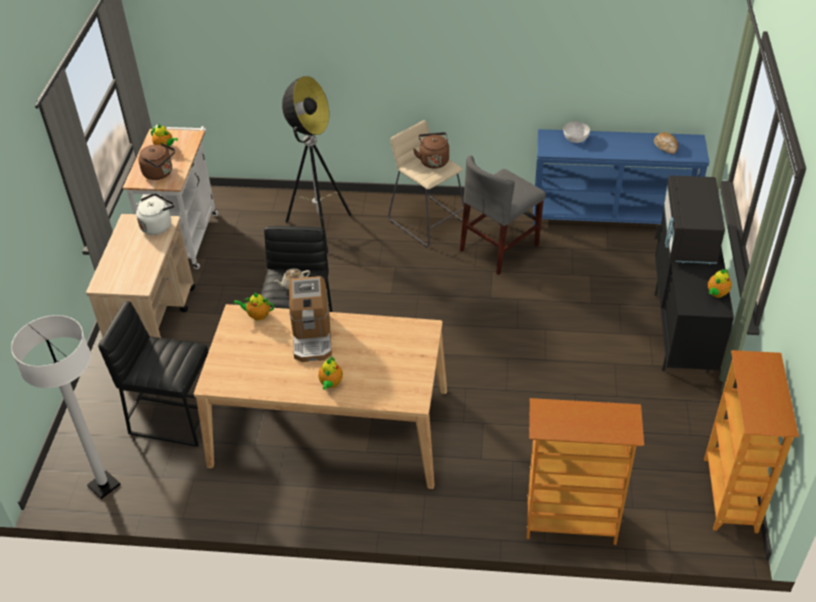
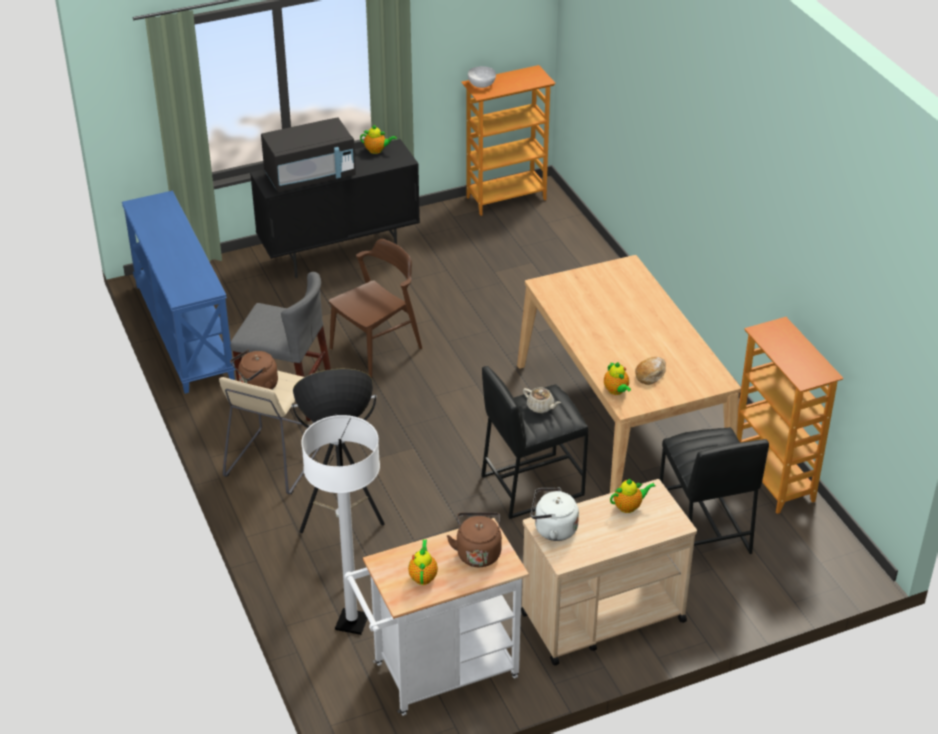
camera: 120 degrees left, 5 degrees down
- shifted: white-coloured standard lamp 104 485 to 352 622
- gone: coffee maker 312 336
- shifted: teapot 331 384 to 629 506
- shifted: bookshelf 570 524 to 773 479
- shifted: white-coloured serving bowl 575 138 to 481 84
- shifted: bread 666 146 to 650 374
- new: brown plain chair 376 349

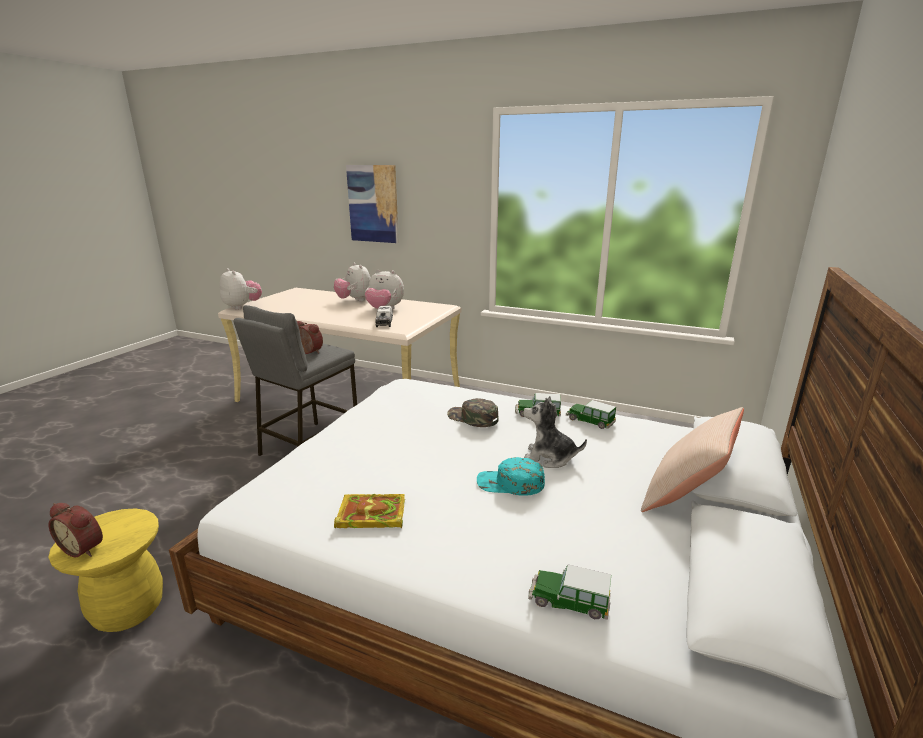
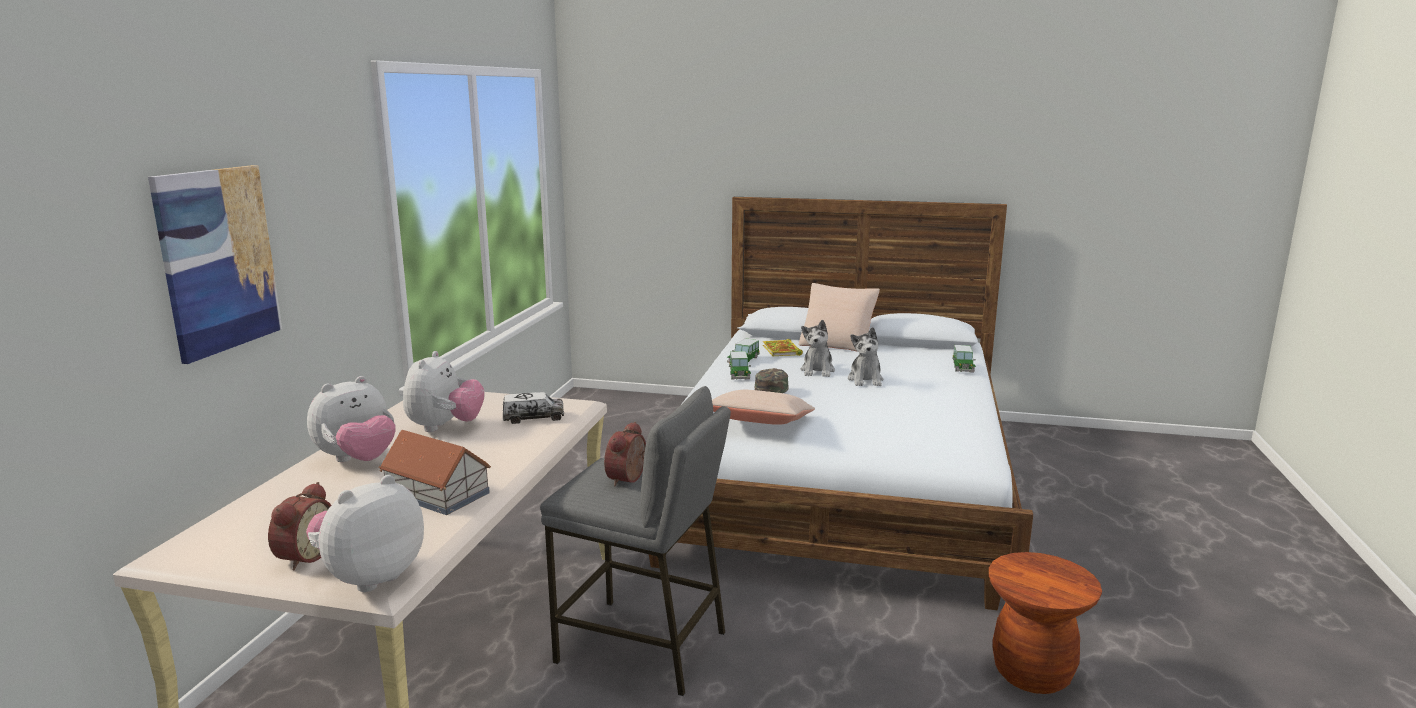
camera: 100 degrees left, 5 degrees down
- shifted: alarm clock 85 547 to 303 556
- repainted: yellowish stool 128 609 to brown stool 1032 673
- shifted: bound book 370 515 to 782 351
- swapped: turquoise peaked cap 510 483 to soft toy 865 380
- new: model house 437 493
- new: beige cushion 760 424

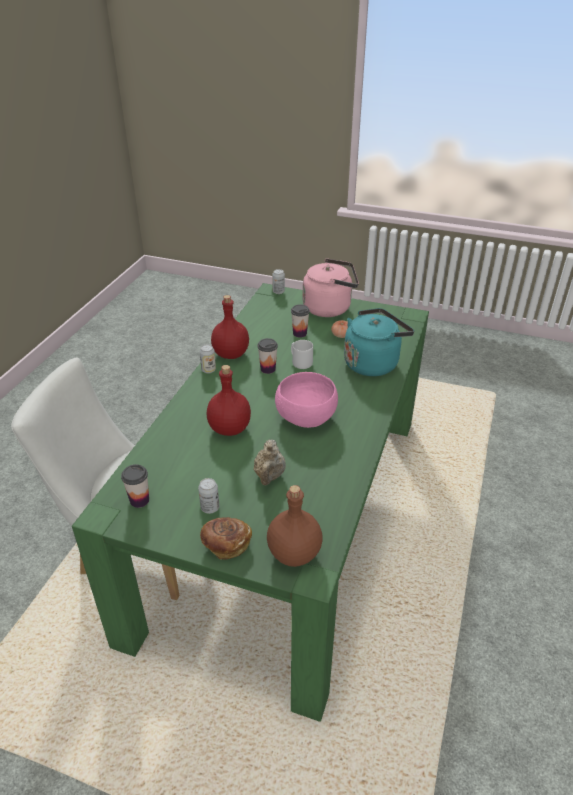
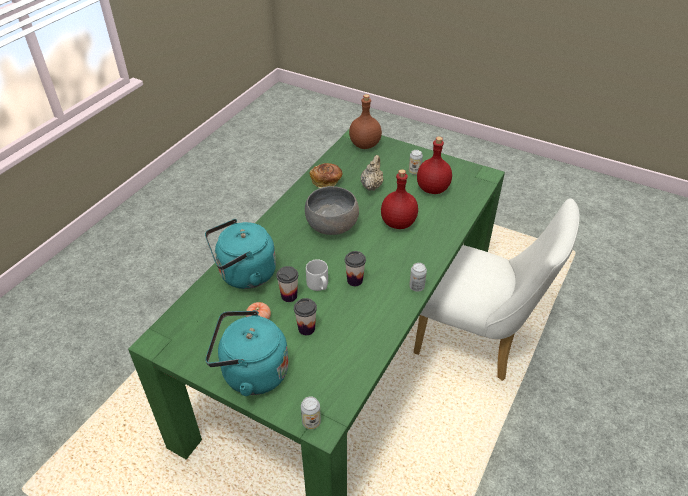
camera: 170 degrees left, 5 degrees up
- shifted: drinking cup 139 500 to 289 296
- shifted: bread 226 544 to 326 181
- shifted: reddish beverage bottle 230 354 to 433 189
- repainted: pink serving bowl 305 417 to grey serving bowl 332 226
- repainted: pink water kettle 330 308 to turquoise water kettle 251 373

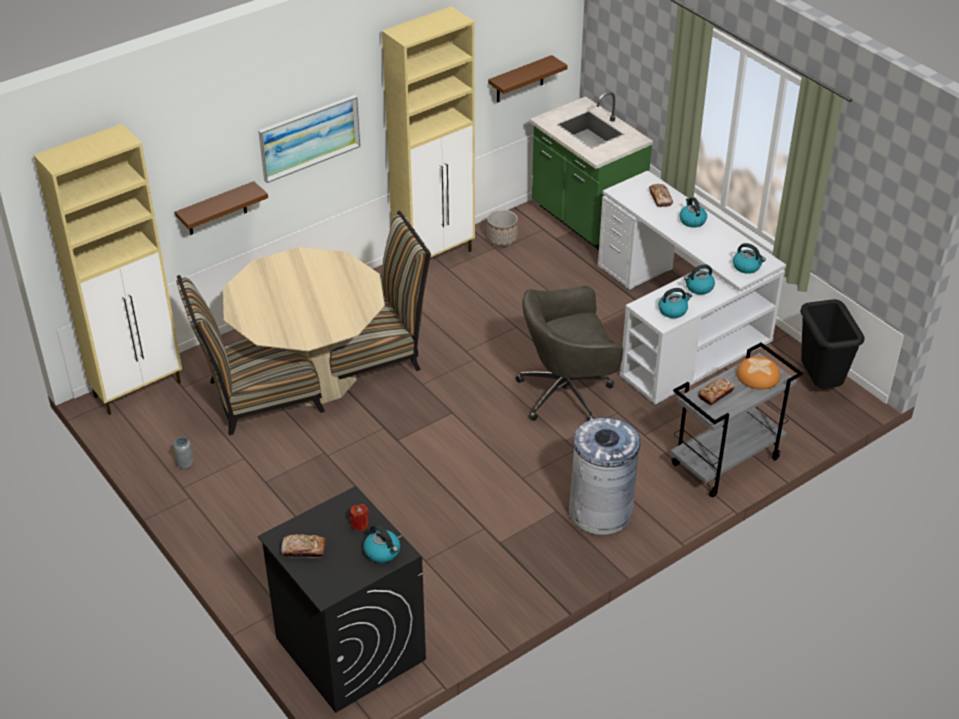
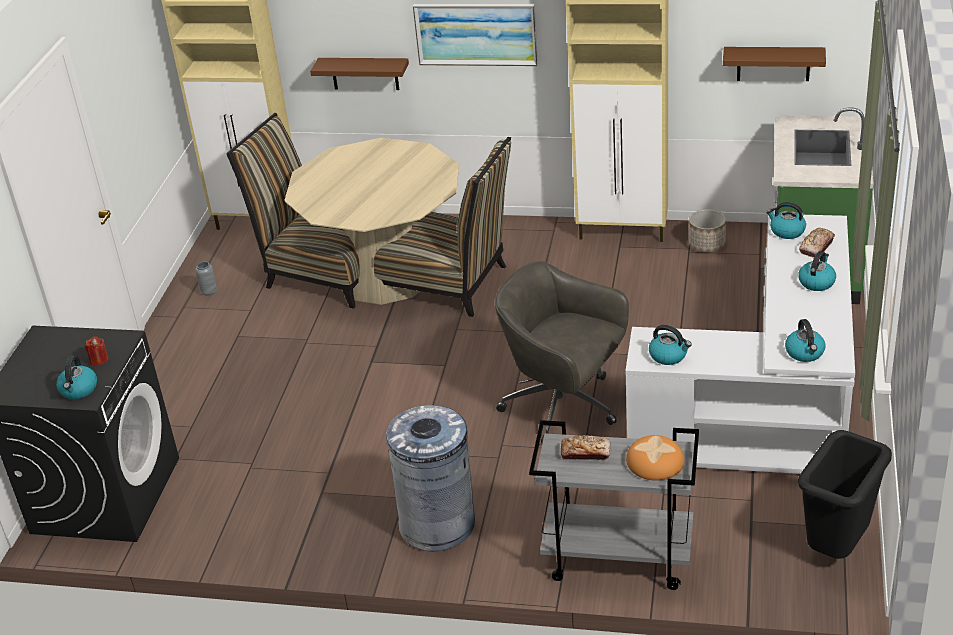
camera: 50 degrees right, 5 degrees down
- gone: bread 304 550
- shifted: water kettle 699 287 to 786 231

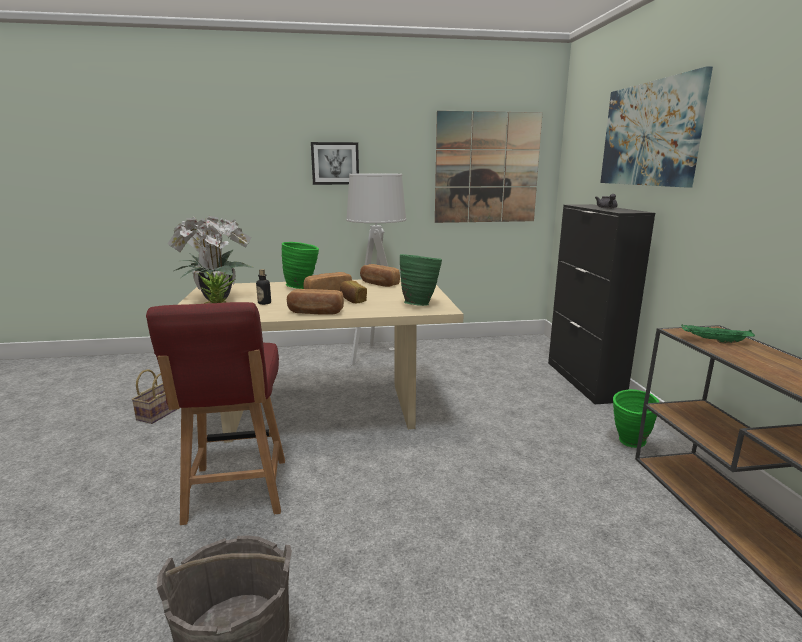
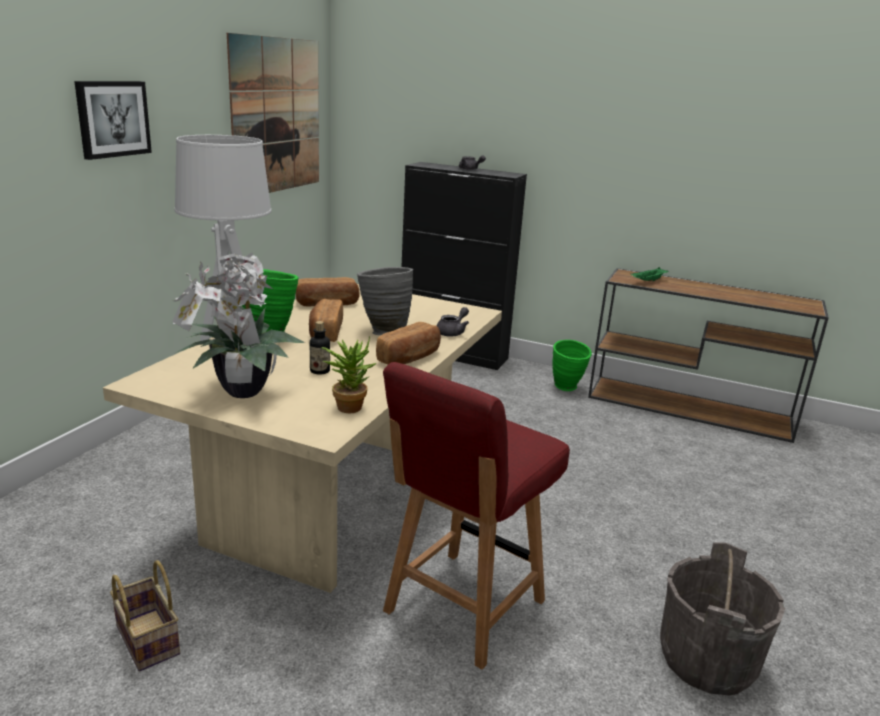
camera: 60 degrees left, 5 degrees up
- rotated: reddish plain chair 236 491 = 462 608 105 degrees clockwise
- swapped: bread 352 300 to grey decorative vase 383 331
- gone: green-coloured decorative vase 420 304
- gone: wall picture 649 134
- new: grey teapot 452 332

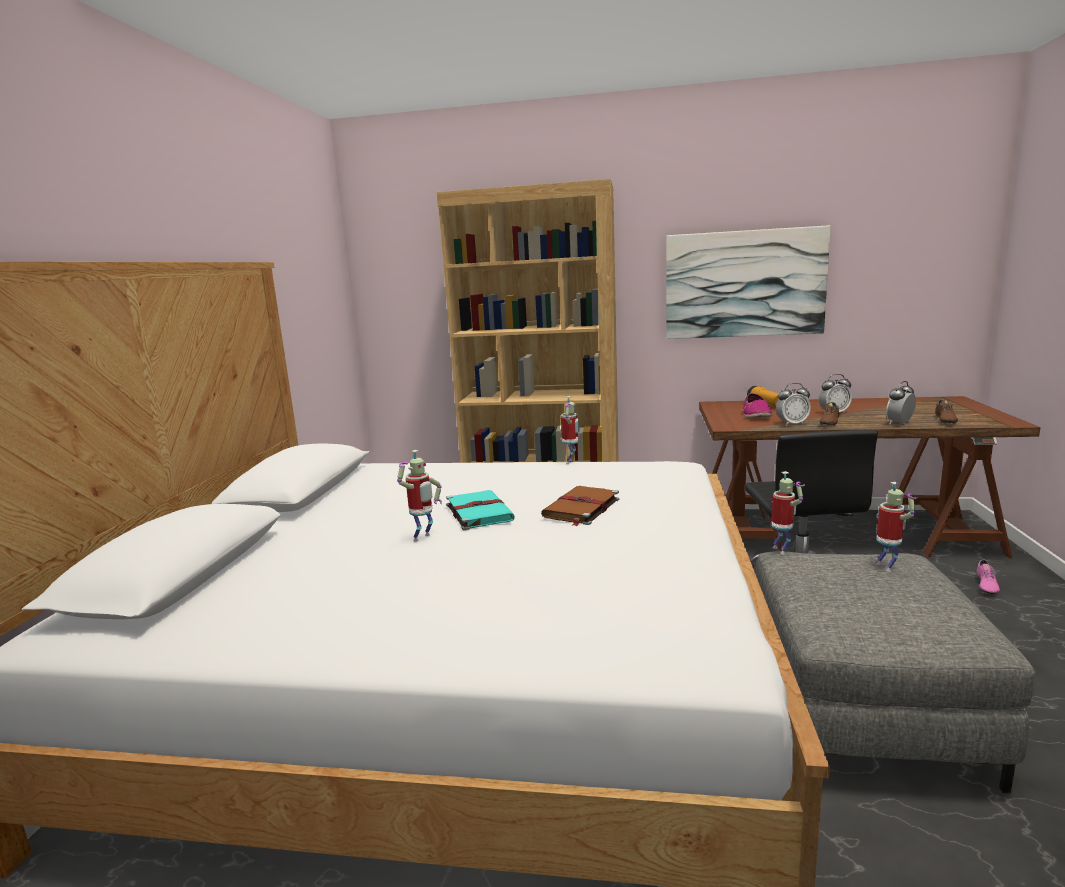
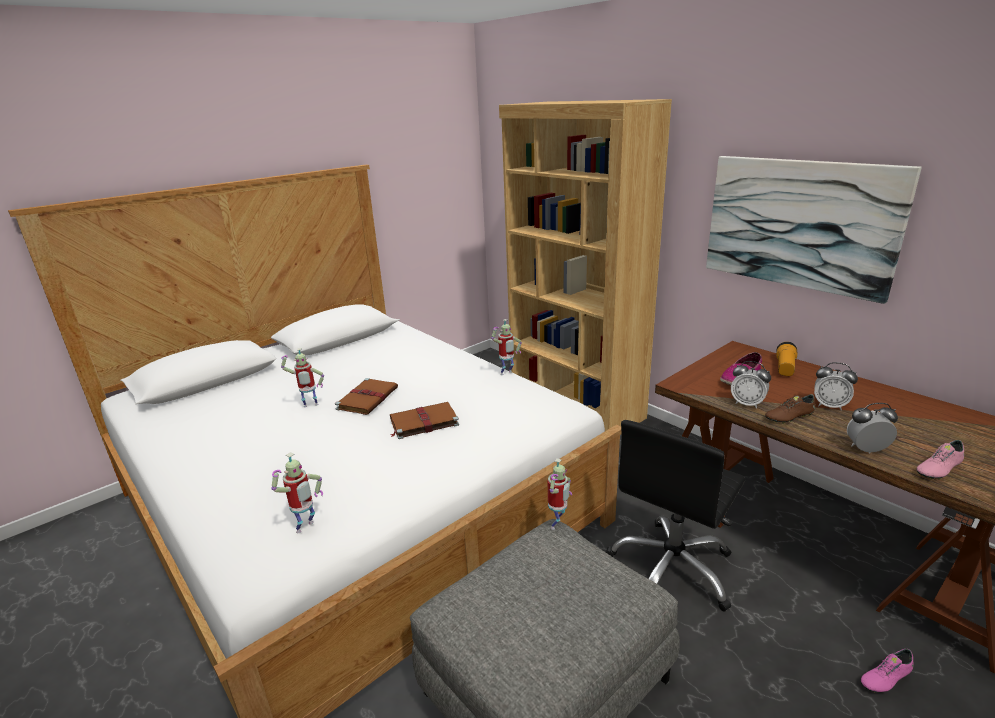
camera: 40 degrees right, 10 degrees up
- repainted: turquoise bound book 478 512 to brown bound book 368 398
- shifted: model robot 887 567 to 306 528
- repainted: brown item of footwear 945 420 to pink item of footwear 938 469

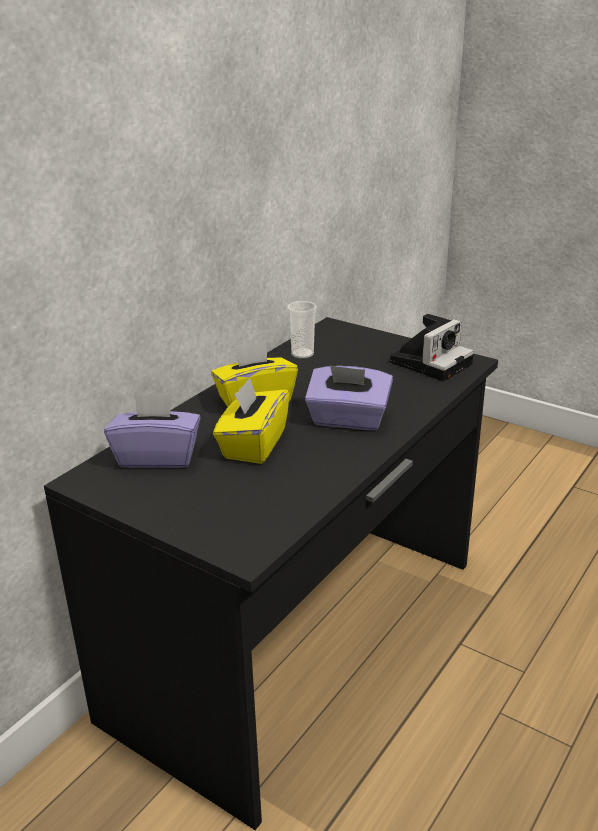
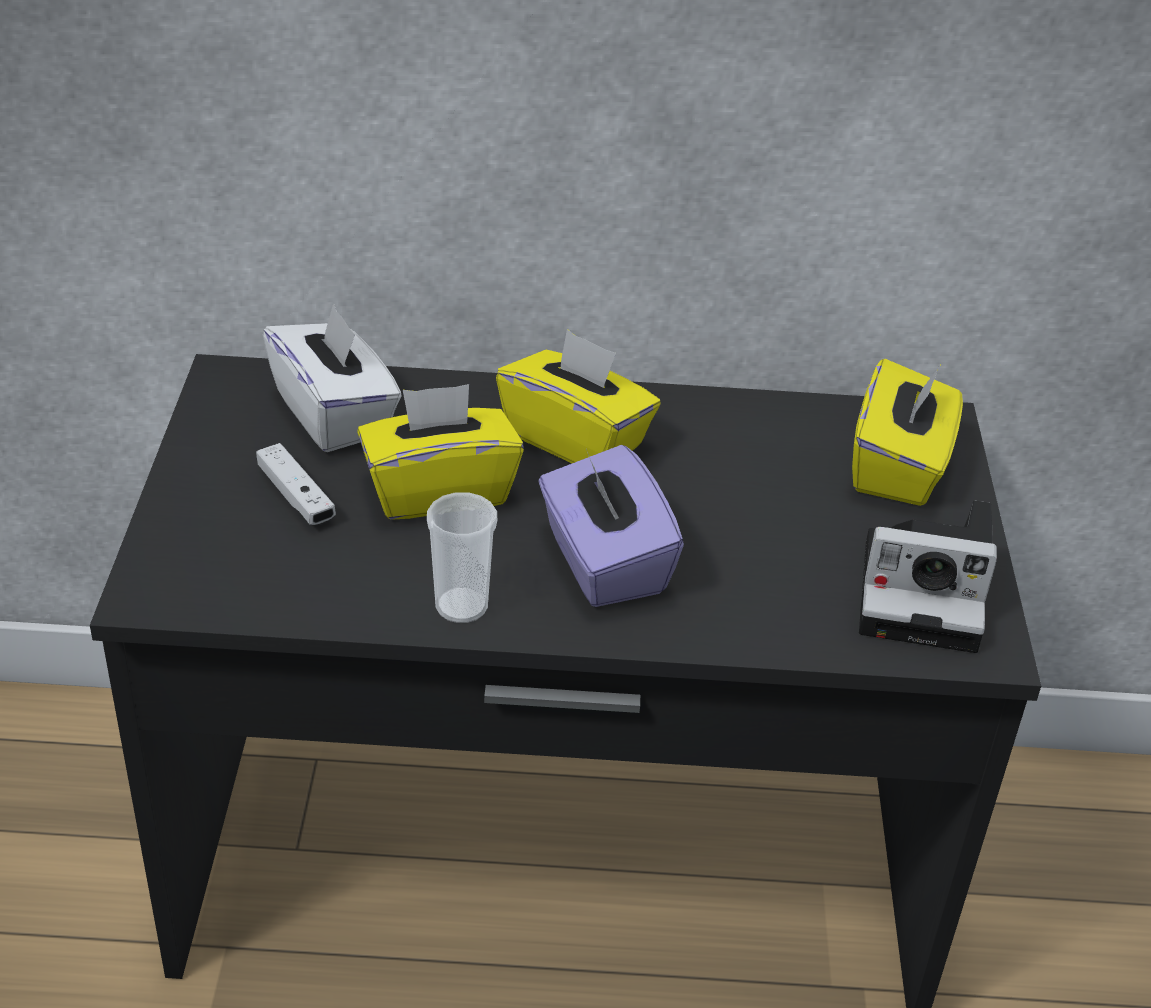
camera: 55 degrees right, 10 degrees up
- repainted: purplish box of tissues 157 456 to white-coloured box of tissues 335 415
- shifted: drinking cup 302 354 to 461 606
- new: white-coloured game controller 296 496
- new: yellowish box of tissues 899 467

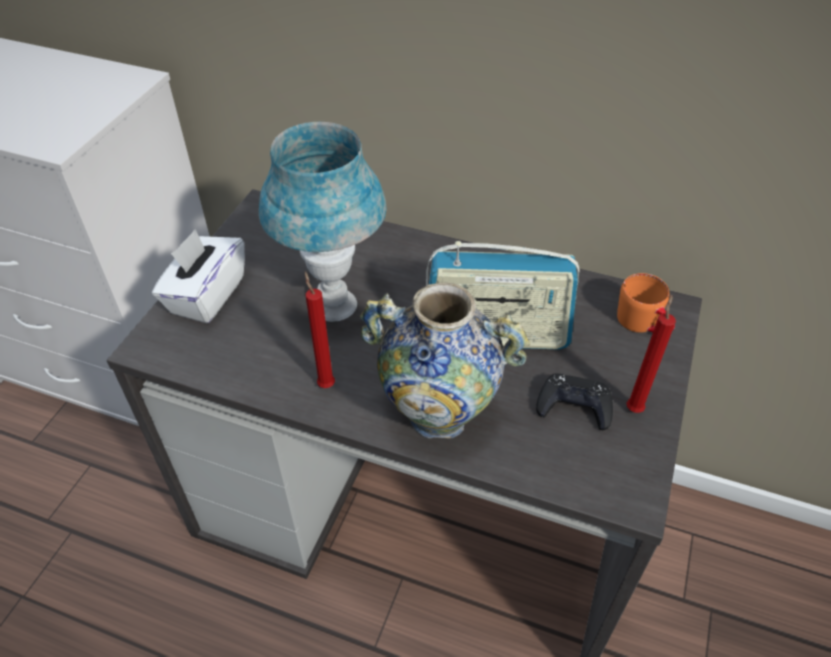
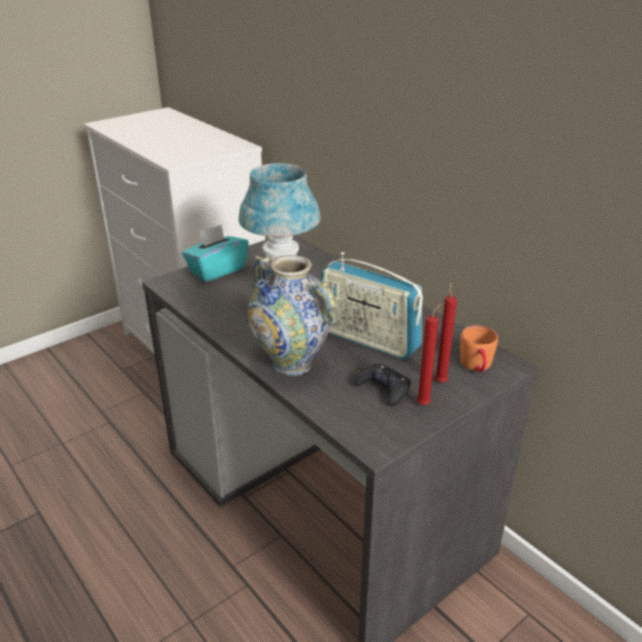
camera: 30 degrees right, 15 degrees down
- repainted: white-coloured box of tissues 206 295 to turquoise box of tissues 217 270
- shifted: reddish candle 325 383 to 440 381

